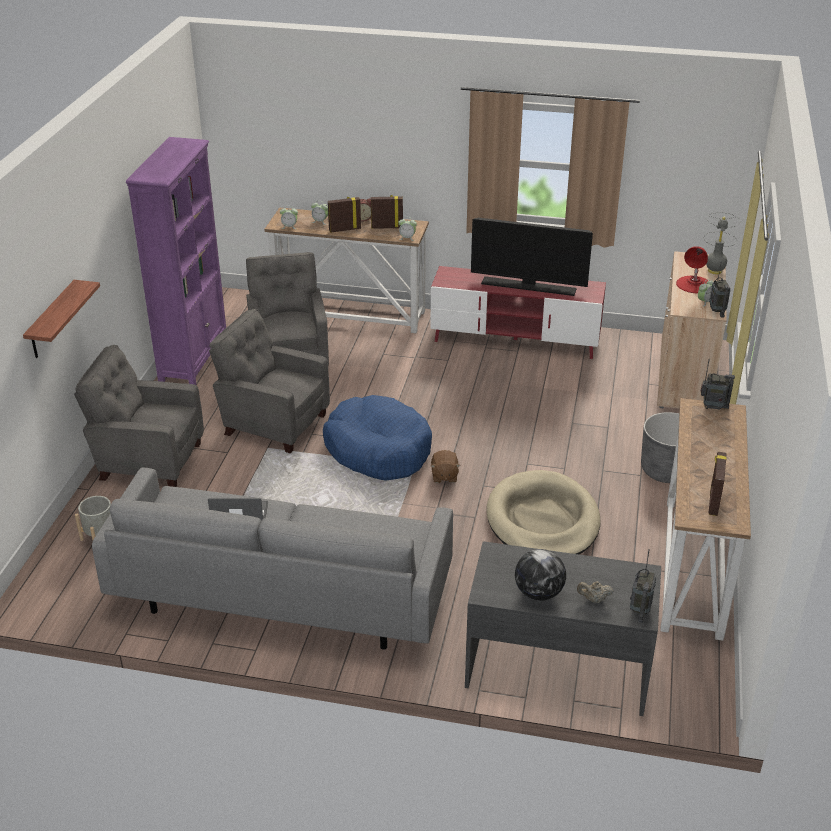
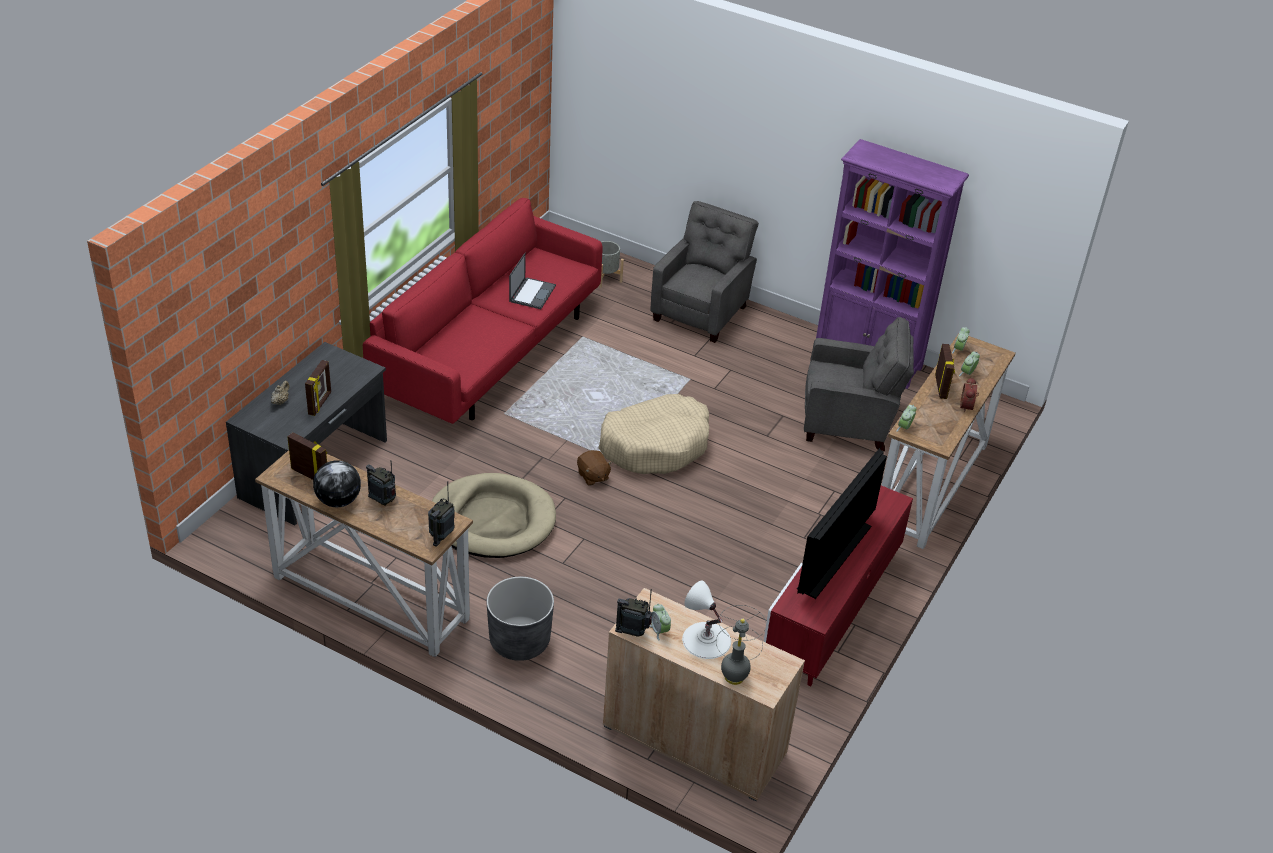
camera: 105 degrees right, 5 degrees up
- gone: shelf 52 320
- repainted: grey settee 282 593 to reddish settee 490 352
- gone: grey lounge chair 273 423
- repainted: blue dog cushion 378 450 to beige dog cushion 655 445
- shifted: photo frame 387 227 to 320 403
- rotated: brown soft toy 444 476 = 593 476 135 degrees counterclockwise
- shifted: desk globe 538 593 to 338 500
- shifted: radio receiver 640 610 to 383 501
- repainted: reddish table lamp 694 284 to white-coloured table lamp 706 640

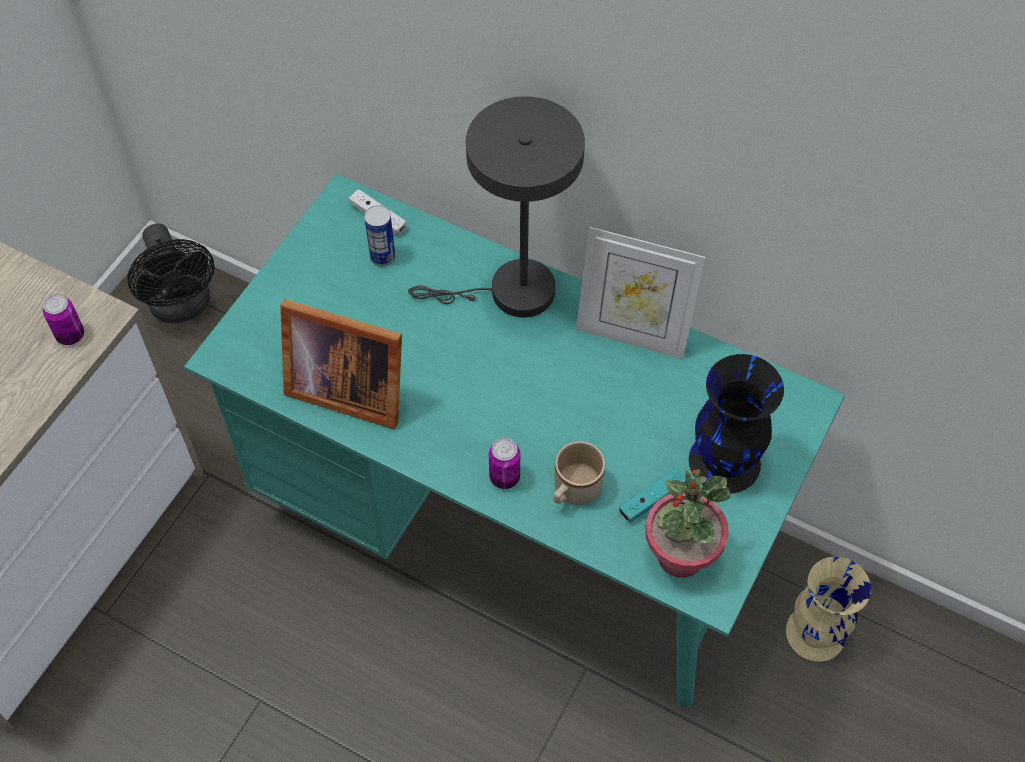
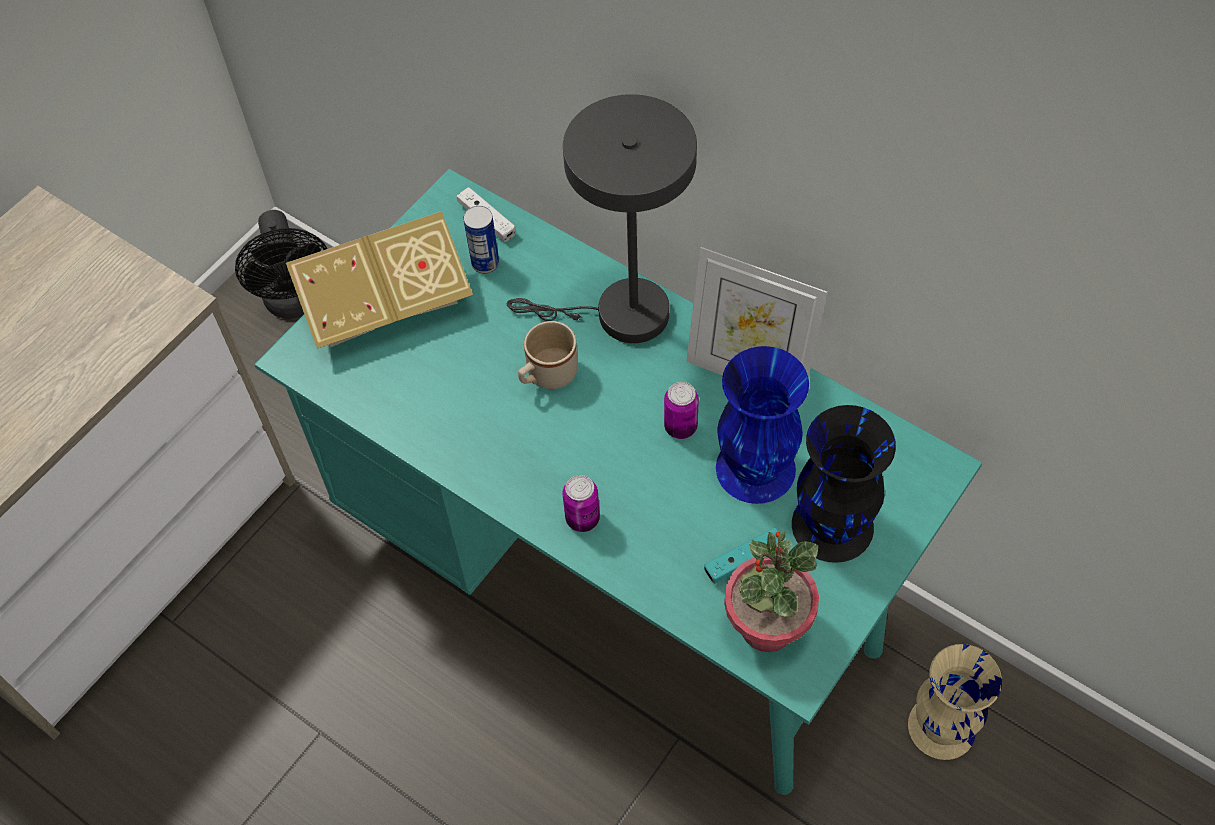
camera: 10 degrees right, 0 degrees up
- shifted: metal can 70 335 to 680 427
- gone: photo frame 346 387
- shifted: beige tea mug 573 491 to 547 376
- new: bound book 386 304
- new: blue decorative vase 756 467

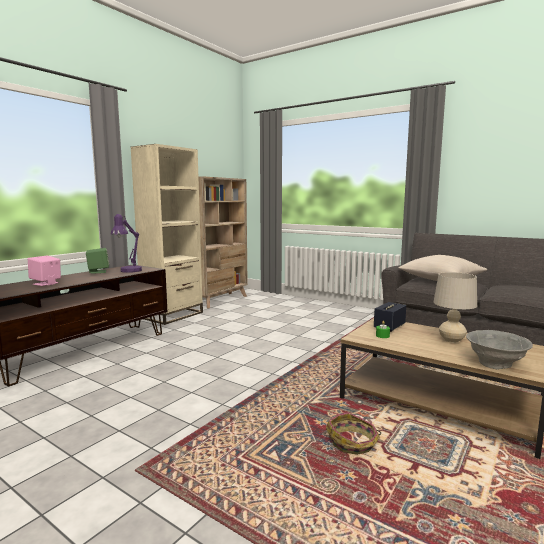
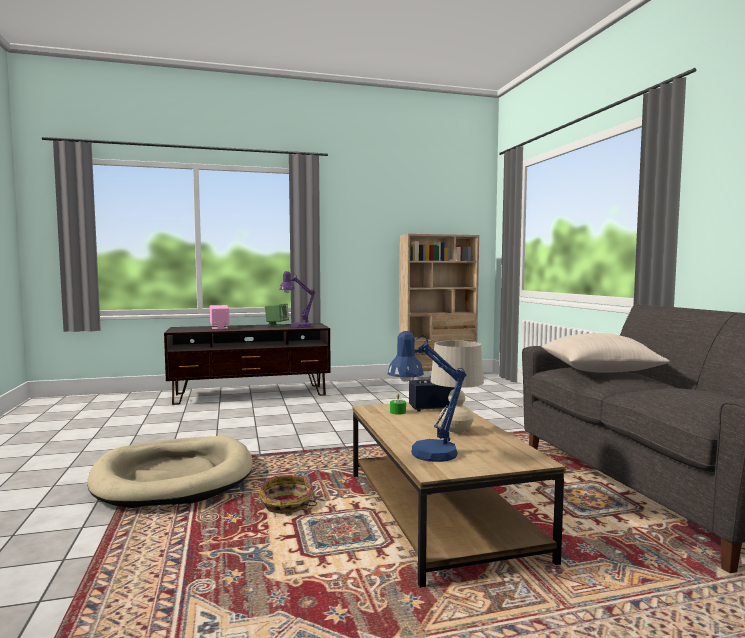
camera: 40 degrees right, 5 degrees down
- gone: beige bookshelf 172 315
- swapped: grey serving bowl 495 364 to blue table lamp 425 455
- new: beige dog cushion 174 477

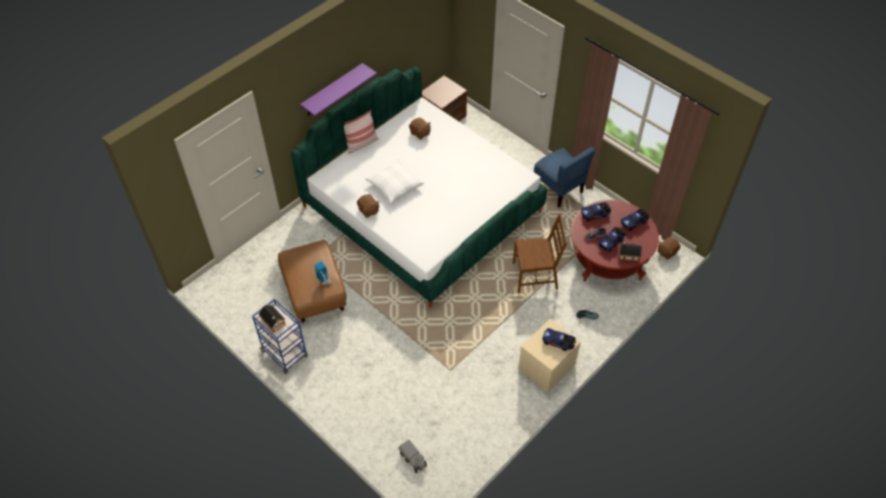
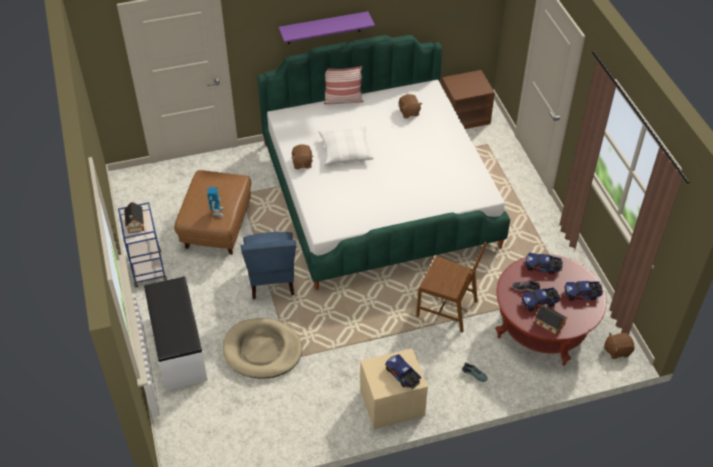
camera: 30 degrees right, 5 degrees down
- gone: toy truck 413 459
- shifted: blue plain chair 558 189 to 272 280
- new: white-coloured bench 178 348
- new: beige dog cushion 262 350

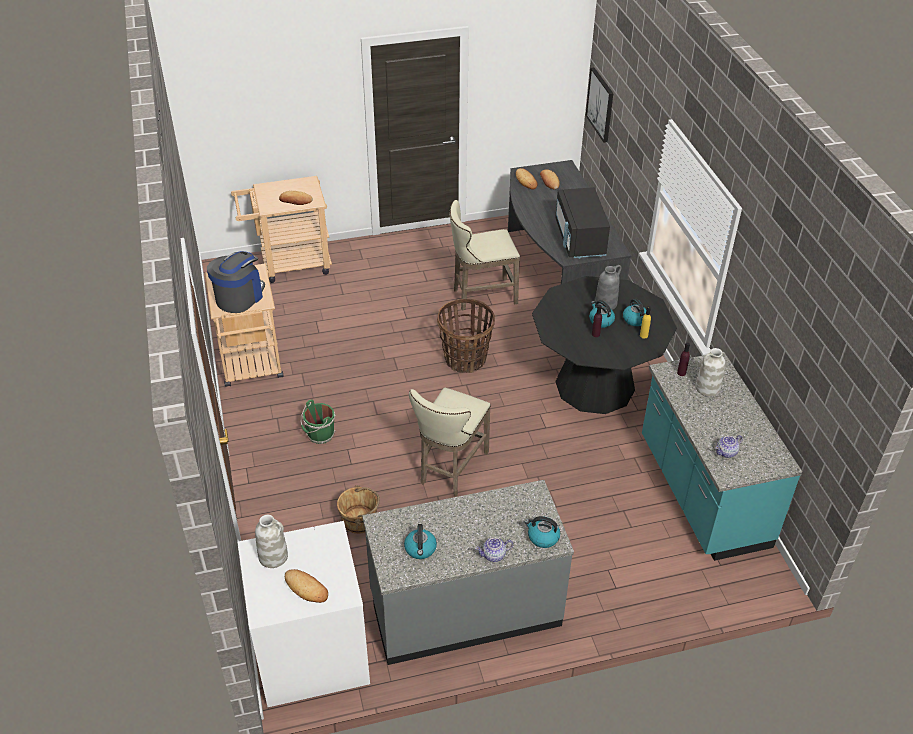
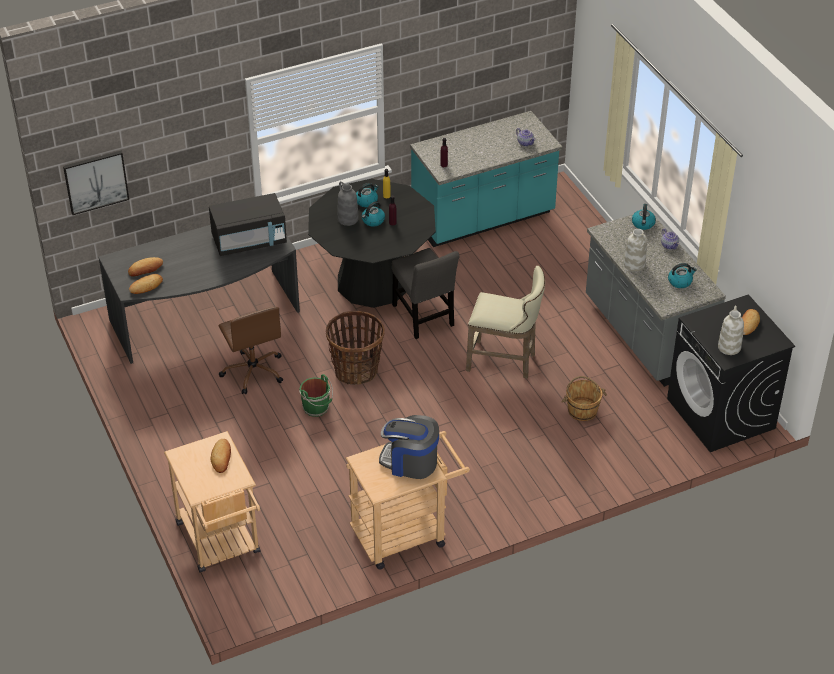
camera: 100 degrees left, 0 degrees up
- repainted: white-coloured washing machine 311 654 to black-coloured washing machine 721 414
- shifted: green-coloured bucket 319 435 to 317 408
- swapped: beige stool 481 296 to brown desk chair 253 371
- shifted: white-coloured decorative vase 707 388 to 634 265
- new: grey plain chair 424 318

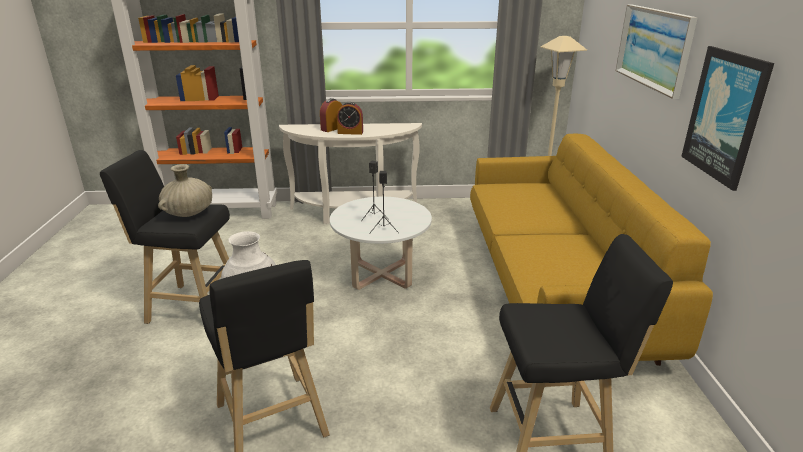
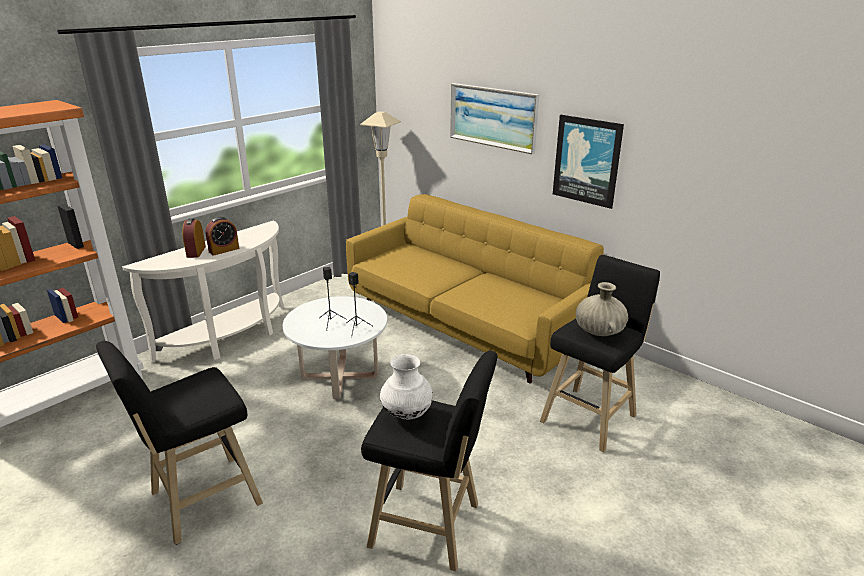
camera: 45 degrees left, 0 degrees up
- shifted: beige decorative vase 189 213 to 599 331

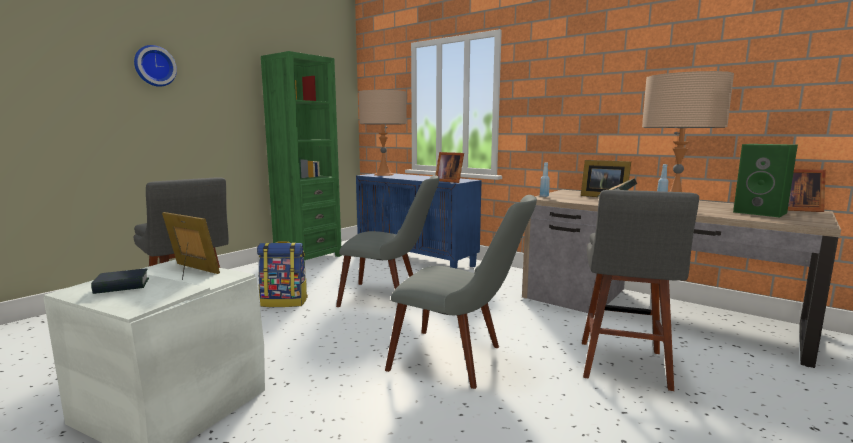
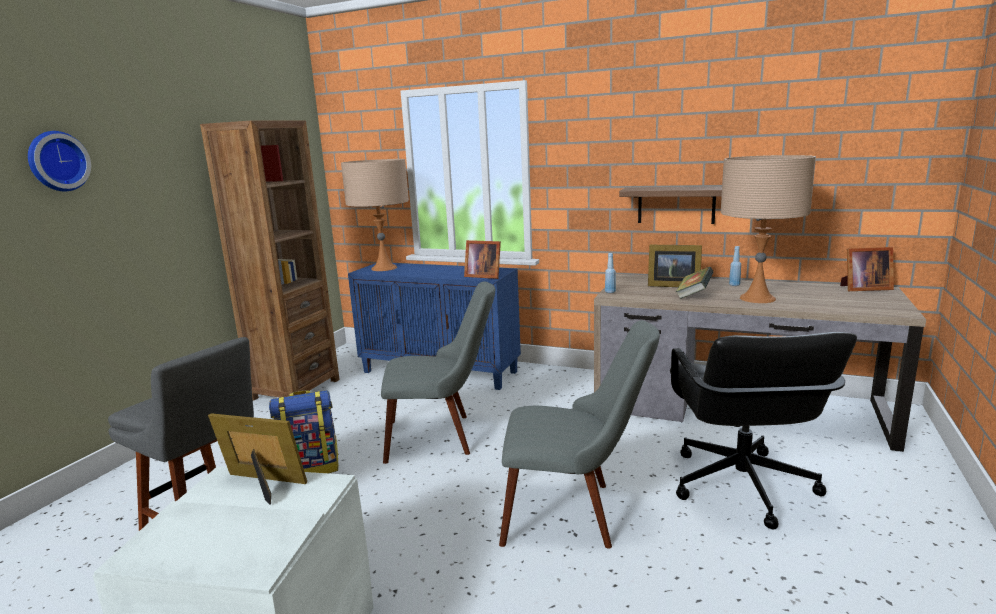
camera: 15 degrees left, 5 degrees up
- gone: bound book 122 286
- repainted: green-coloured bookshelf 308 257 to brown bookshelf 295 389
- swapped: grey stool 623 367 to black-coloured desk chair 741 486
- gone: green-coloured loudspeaker 761 212
- new: shelf 676 205

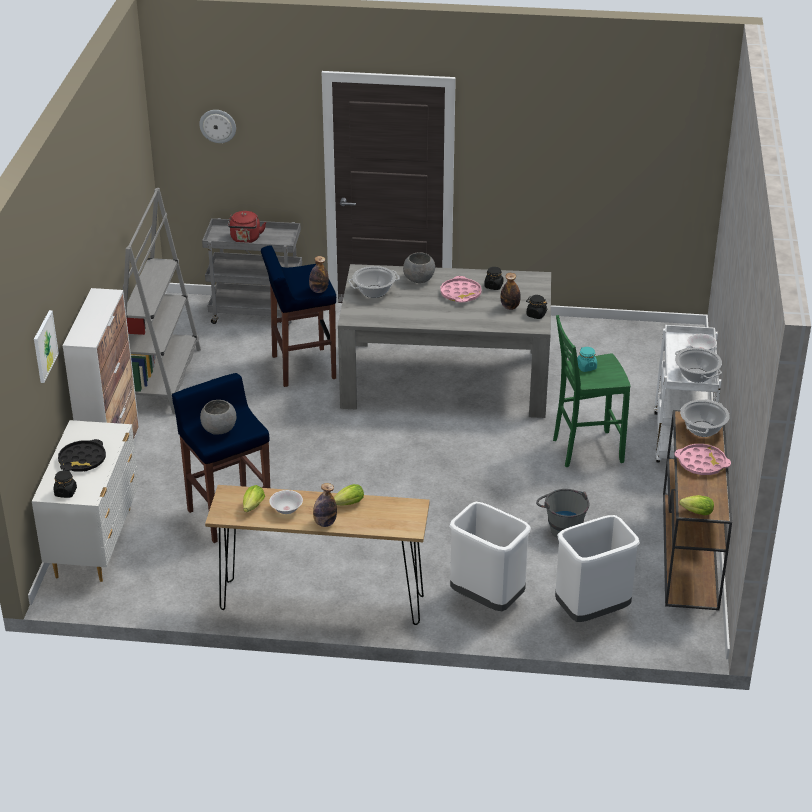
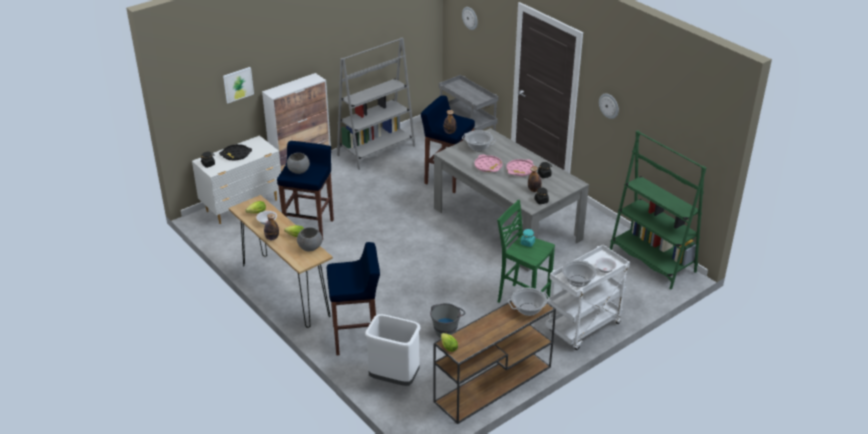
camera: 45 degrees right, 0 degrees up
- gone: reddish water kettle 245 239
- shifted: grey serving bowl 419 279 to 310 248
- swapped: white-coloured trash can 487 598 to blue stool 356 338
- shifted: pink serving tray 701 463 to 488 166
- new: wall clock 609 105
- new: green-coloured bookshelf 652 261

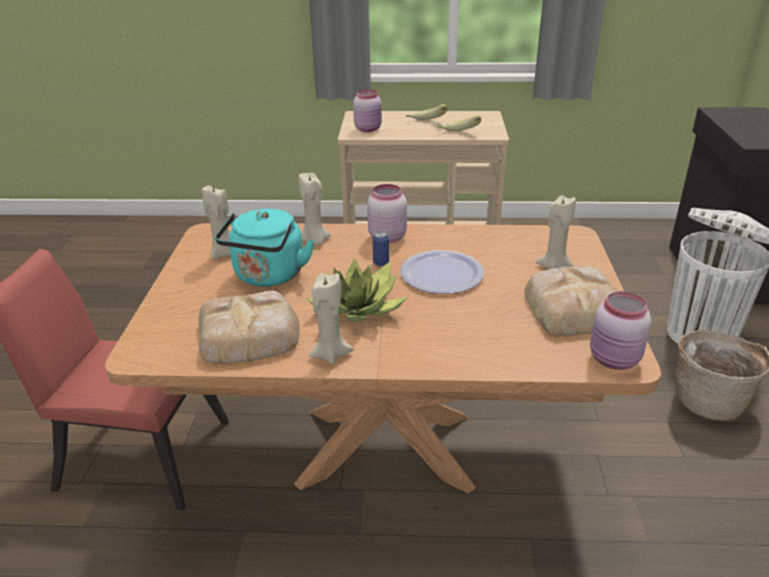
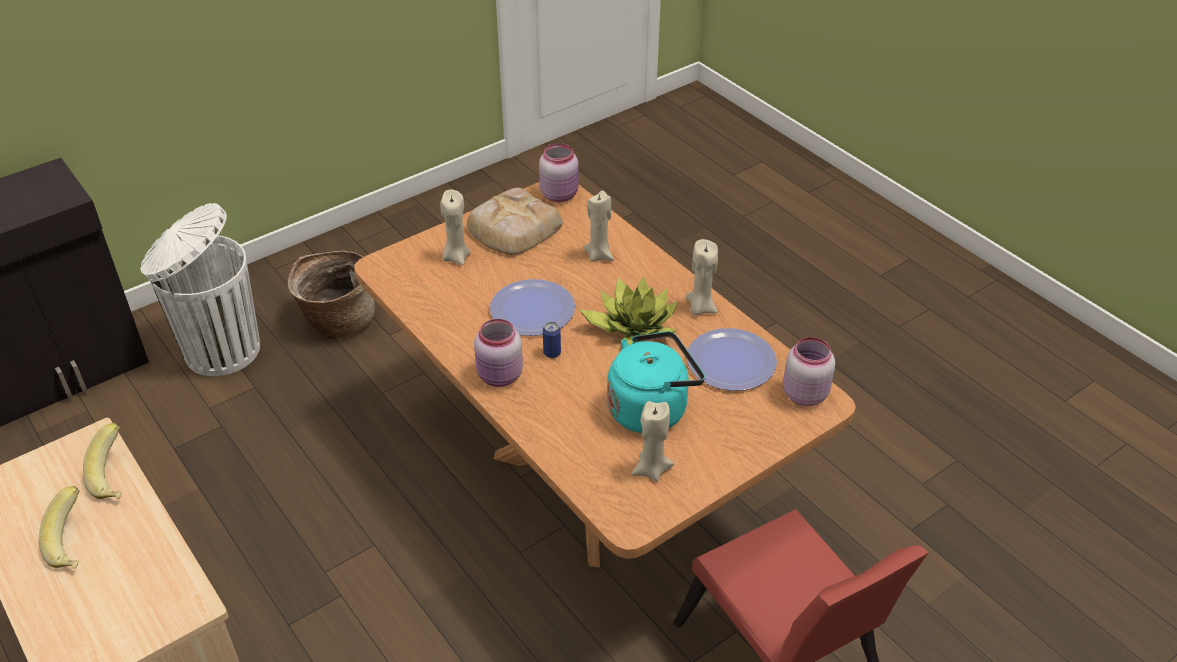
camera: 130 degrees left, 10 degrees up
- swapped: bread 250 335 to dinner plate 731 361
- shifted: beige candle 315 241 to 599 255
- shifted: pink storage jar 368 129 to 803 393

